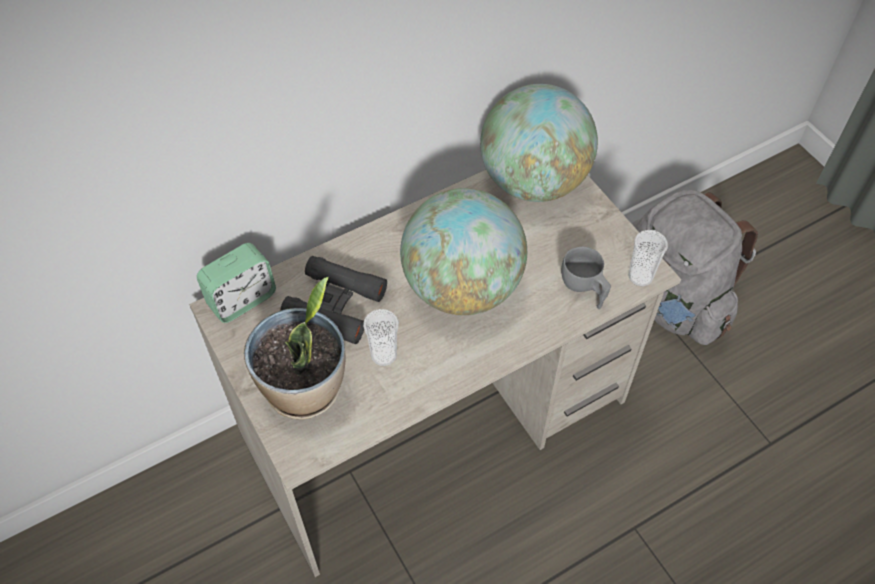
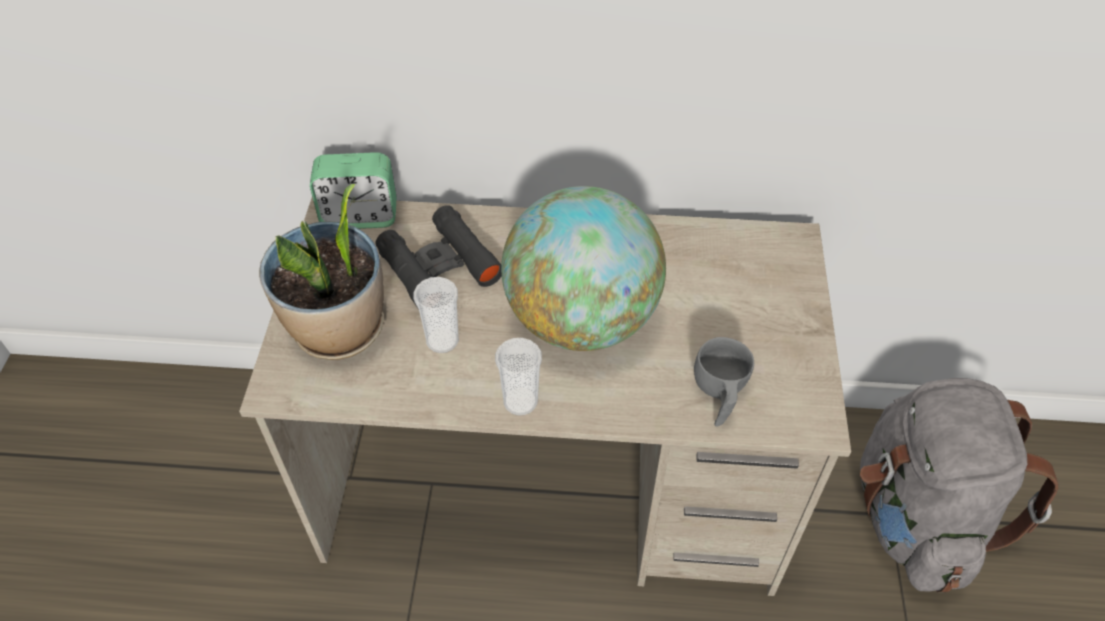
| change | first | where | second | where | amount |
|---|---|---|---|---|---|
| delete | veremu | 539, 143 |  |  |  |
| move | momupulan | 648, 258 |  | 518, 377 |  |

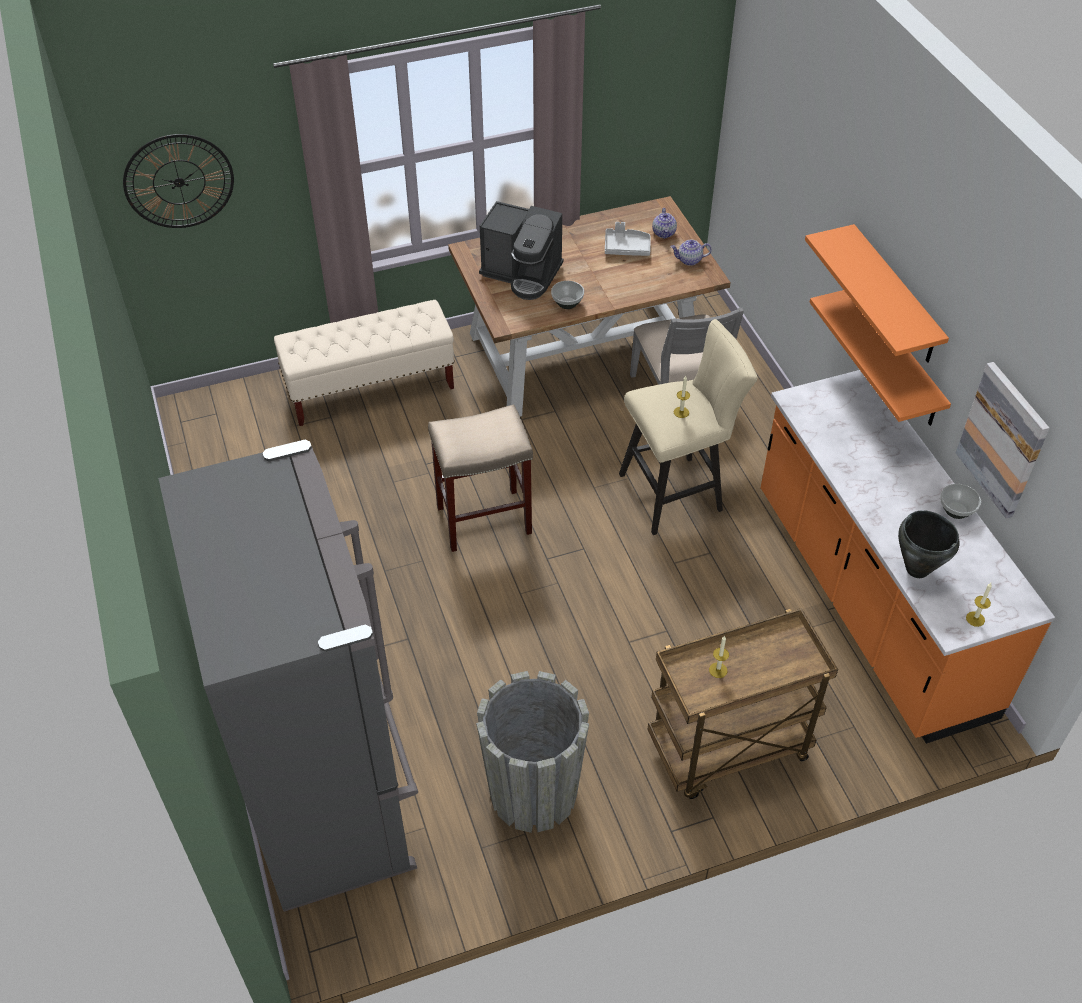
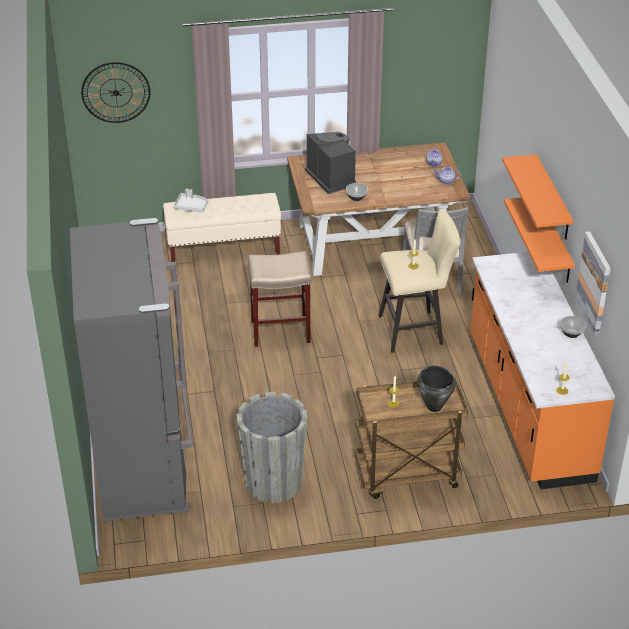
| change | first | where | second | where | amount |
|---|---|---|---|---|---|
| rotate | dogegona | 521, 250 |  | 331, 163 | 150 degrees counterclockwise |
| move | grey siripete | 628, 239 |  | 190, 200 |  |
| move | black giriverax | 929, 544 |  | 436, 388 |  |

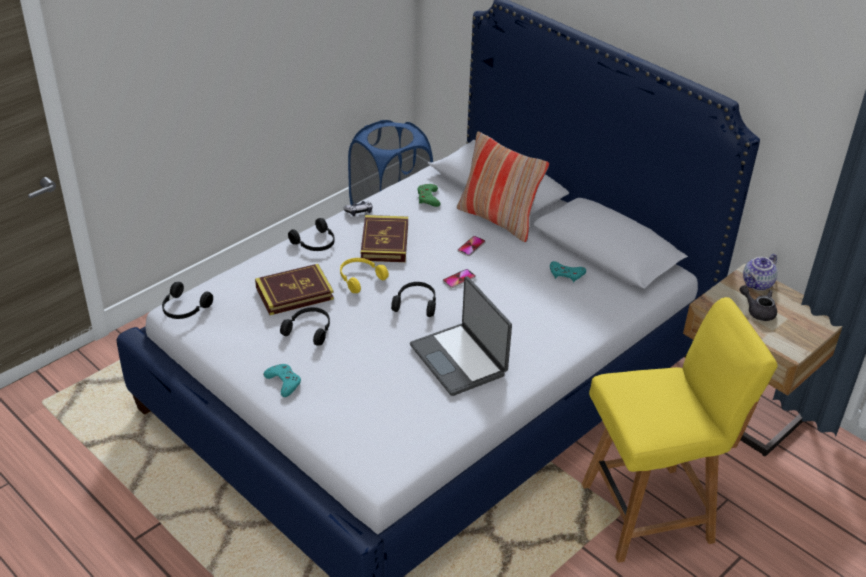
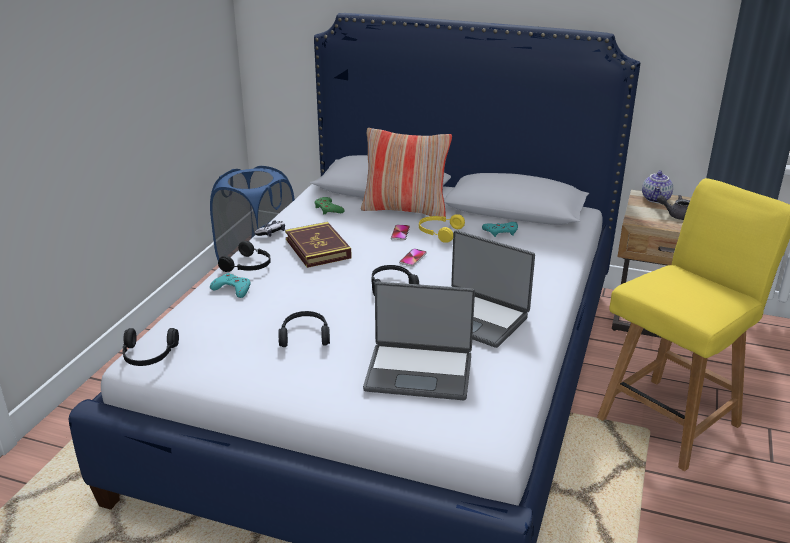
| change | first | where | second | where | amount |
|---|---|---|---|---|---|
| move | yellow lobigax | 364, 275 |  | 442, 228 |  |
| delete | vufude | 294, 289 |  |  |  |
| move | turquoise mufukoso | 282, 380 |  | 230, 285 |  |
| insert |  |  | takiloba | 419, 340 |  |

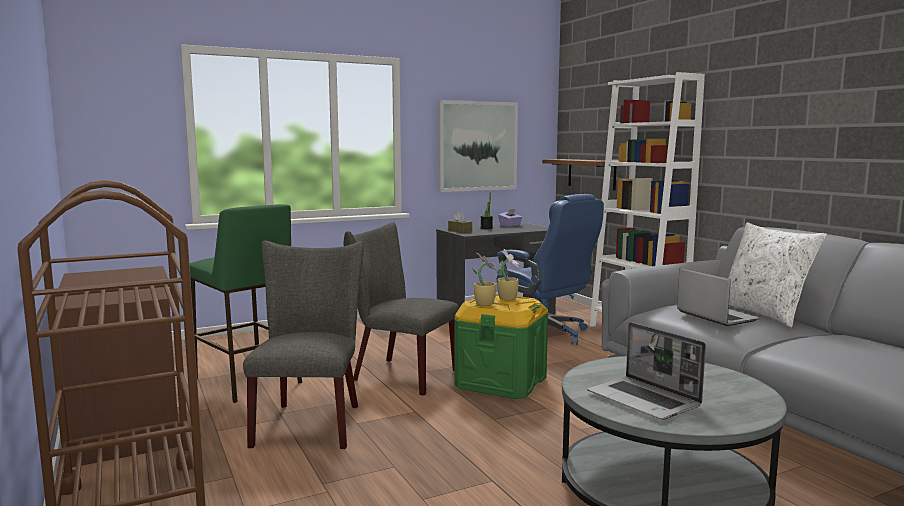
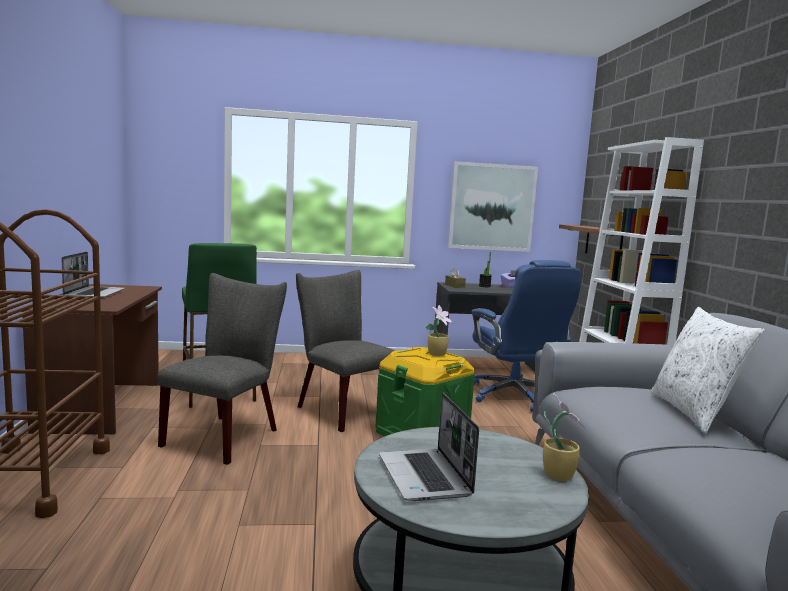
| change | first | where | second | where | amount |
|---|---|---|---|---|---|
| move | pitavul | 485, 279 |  | 564, 437 |  |
| move | takiloba | 718, 297 |  | 93, 275 |  |

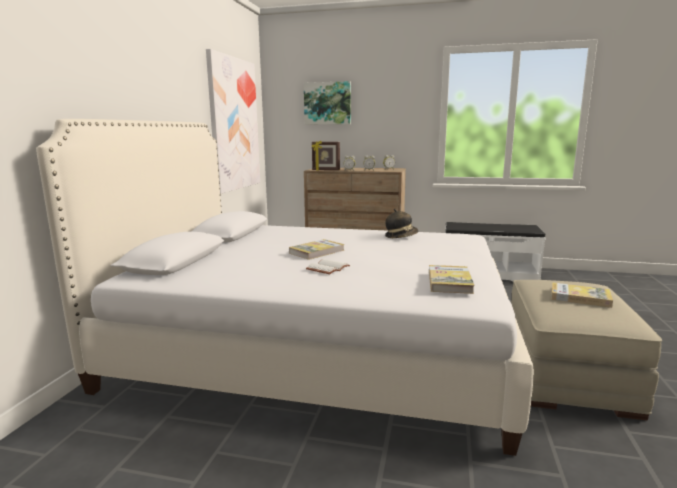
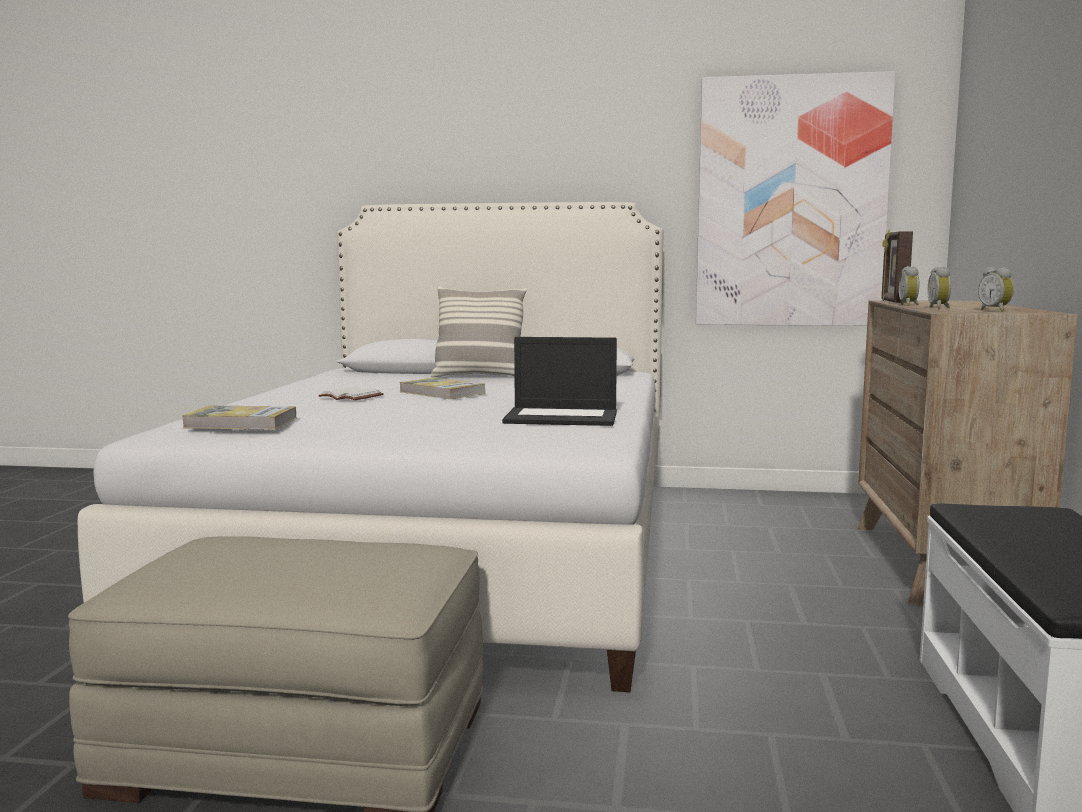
| change | first | where | second | where | amount |
|---|---|---|---|---|---|
| delete | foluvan | 327, 103 |  |  |  |
| replace | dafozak | 401, 223 | takiloba | 559, 381 |  |
| delete | vufude | 582, 295 |  |  |  |
| insert |  |  | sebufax | 478, 331 |  |

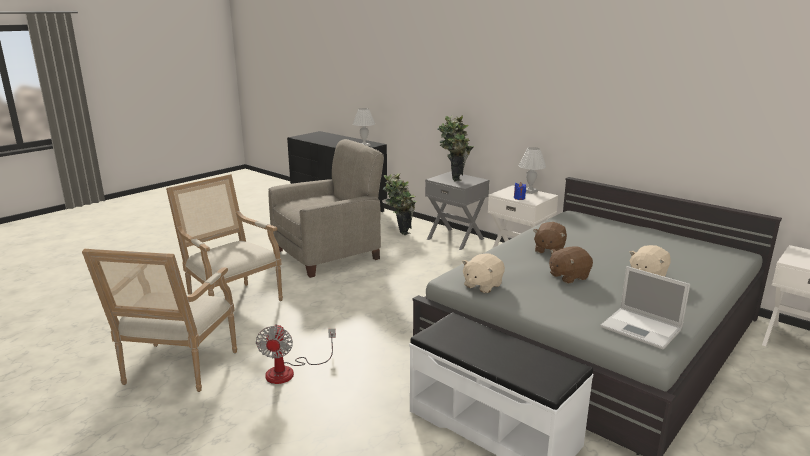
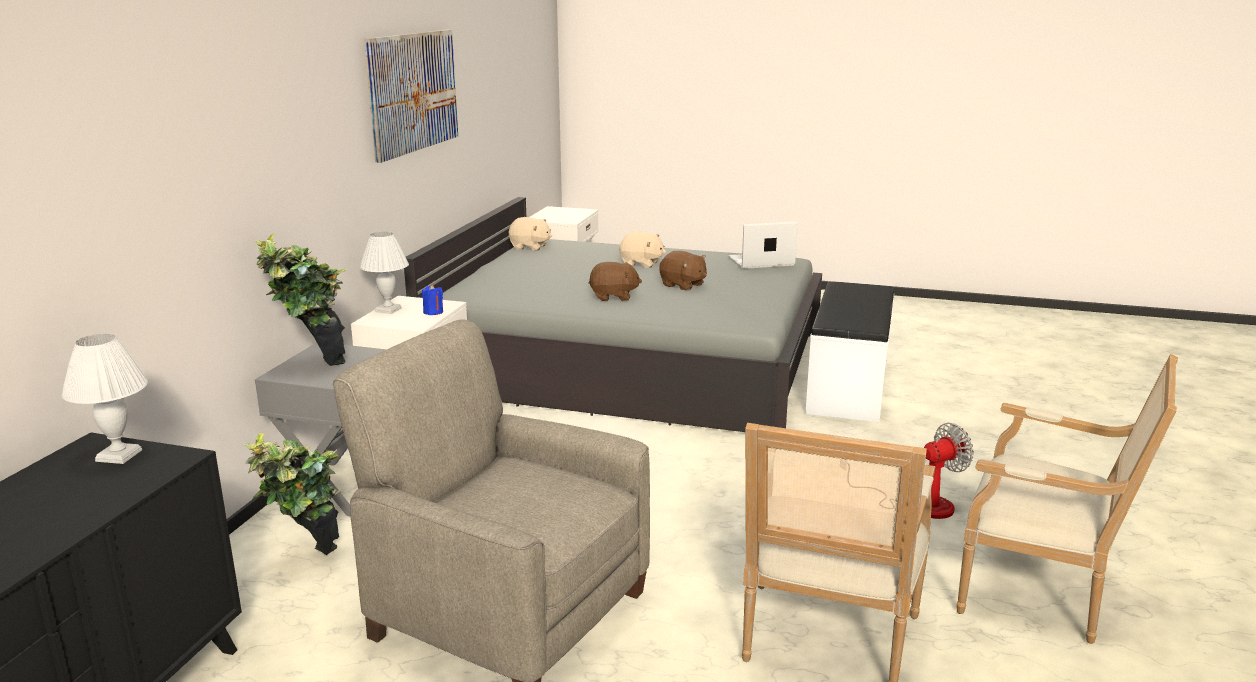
| change | first | where | second | where | amount |
|---|---|---|---|---|---|
| rotate | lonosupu | 159, 320 |  | 1067, 499 | 45 degrees clockwise |
| move | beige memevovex | 483, 273 |  | 530, 233 |  |
| rotate | takiloba | 645, 307 |  | 763, 245 | 120 degrees counterclockwise |
| insert |  |  | foluvan | 411, 96 |  |

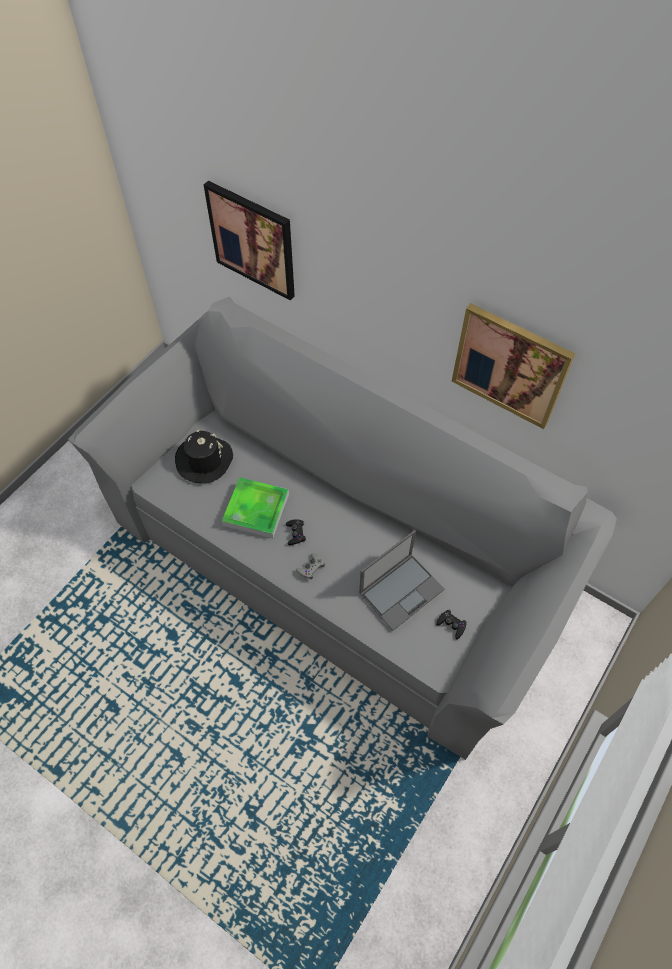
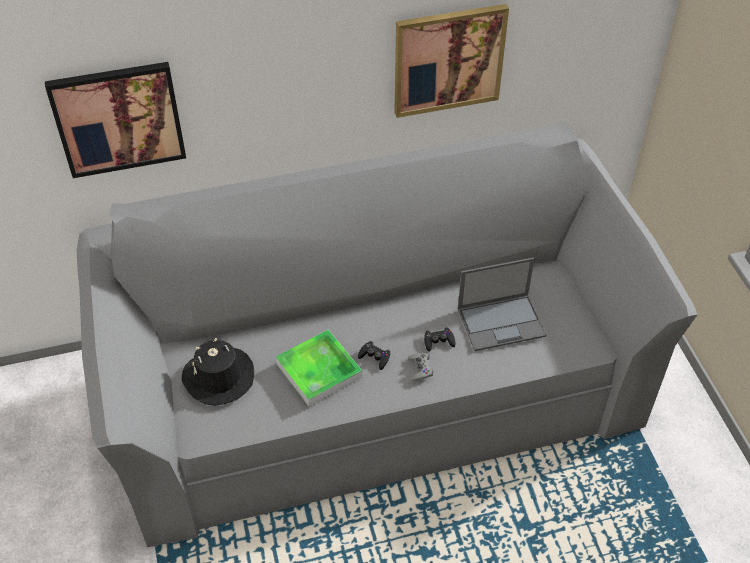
| change | first | where | second | where | amount |
|---|---|---|---|---|---|
| rotate | takiloba | 402, 580 |  | 502, 304 | 75 degrees clockwise |
| move | black mufukoso | 451, 624 |  | 440, 339 |  |

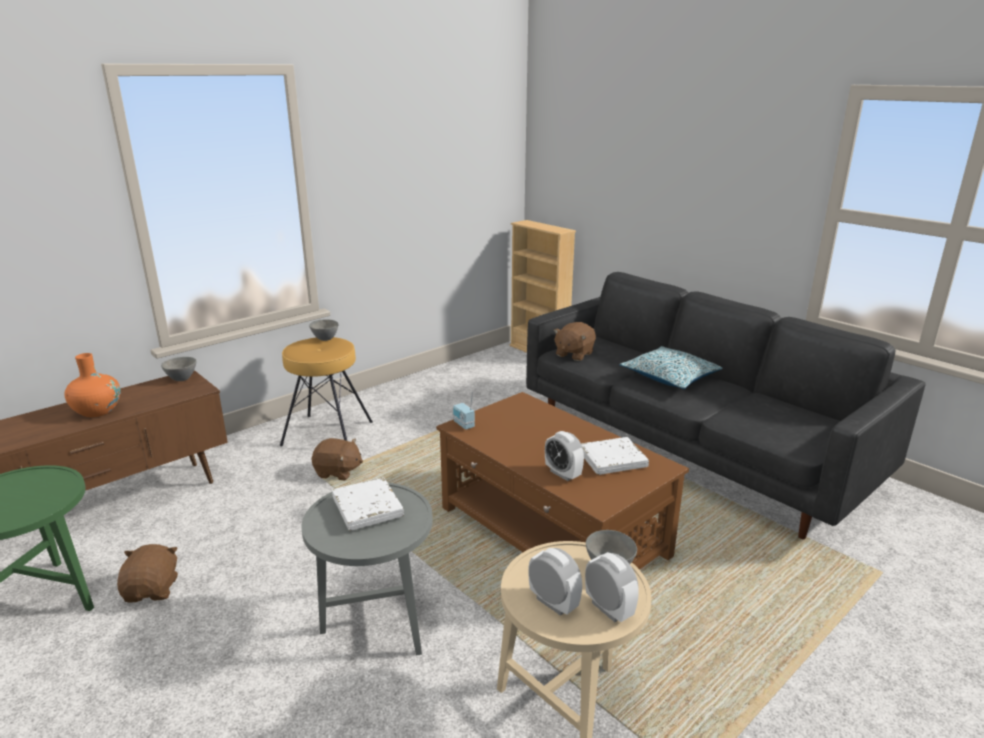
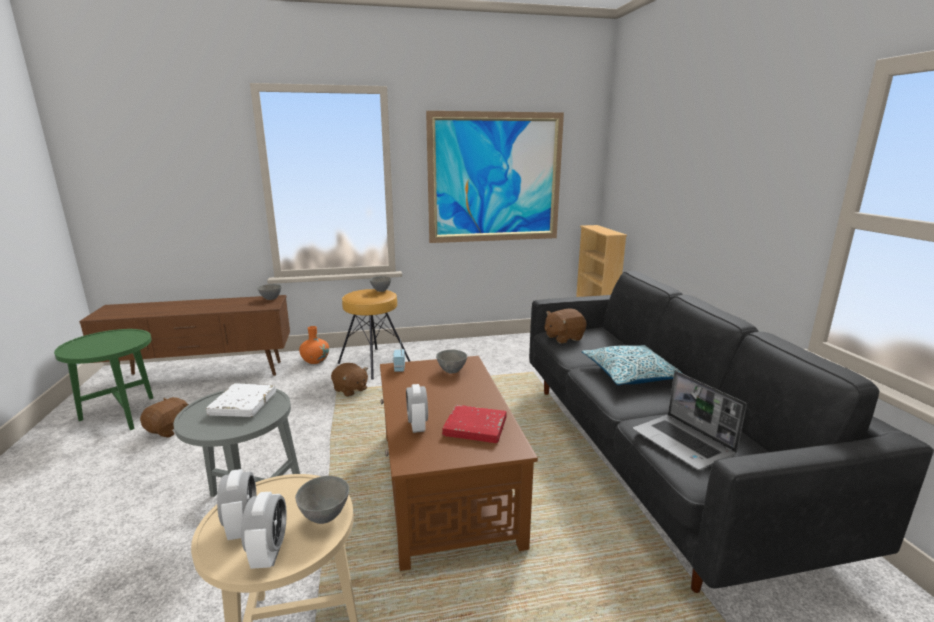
| change | first | where | second | where | amount |
|---|---|---|---|---|---|
| move | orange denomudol | 92, 385 |  | 314, 345 |  |
| recolor | white vufude | 615, 456 | red vufude | 474, 424 |  |
| insert |  |  | foluvan | 495, 177 |  |
| insert |  |  | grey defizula | 451, 361 |  |
| insert |  |  | takiloba | 690, 420 |  |

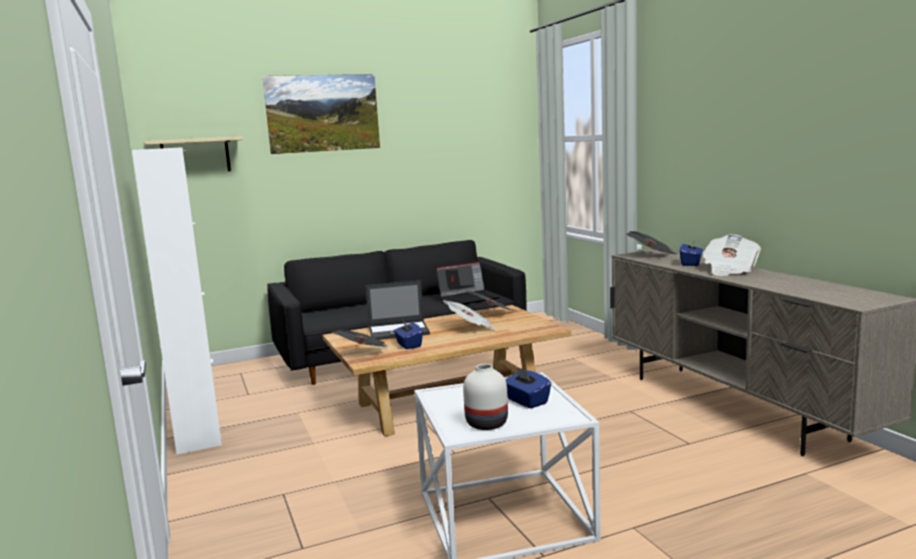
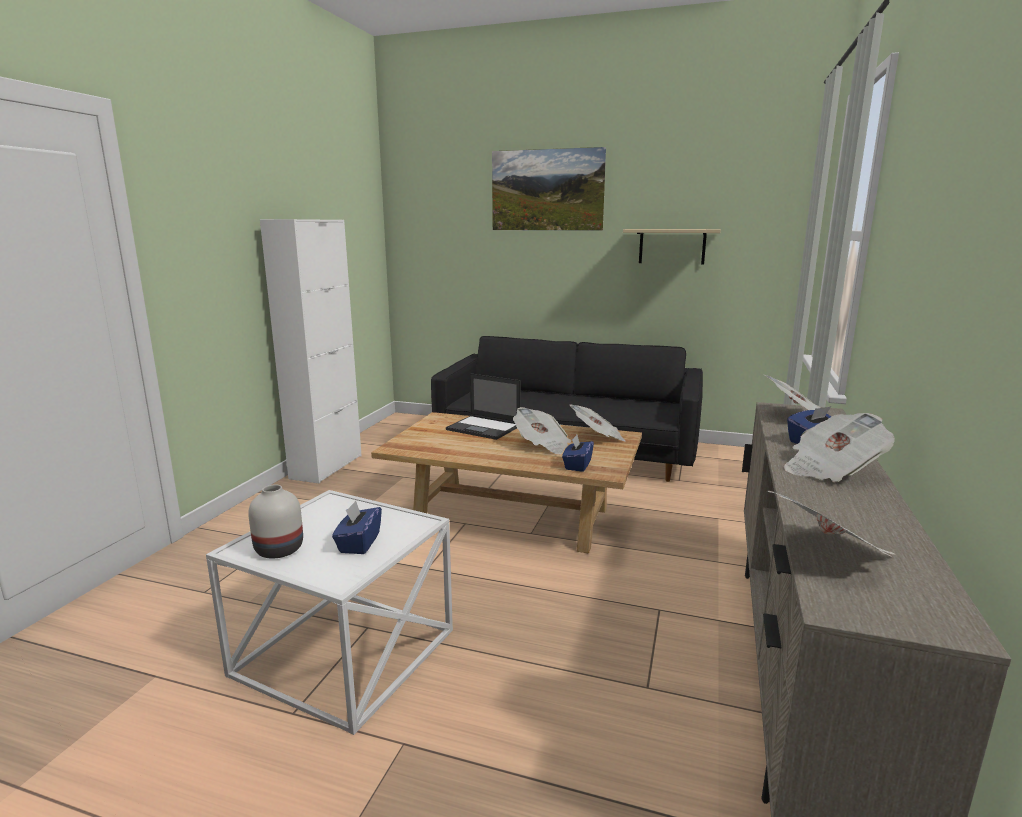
| change | first | where | second | where | amount |
|---|---|---|---|---|---|
| move | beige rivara | 194, 153 |  | 672, 246 |  |
| delete | takiloba | 468, 283 |  |  |  |
| move | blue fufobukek | 408, 335 |  | 578, 453 |  |
| move | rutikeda | 359, 338 |  | 831, 524 |  |

